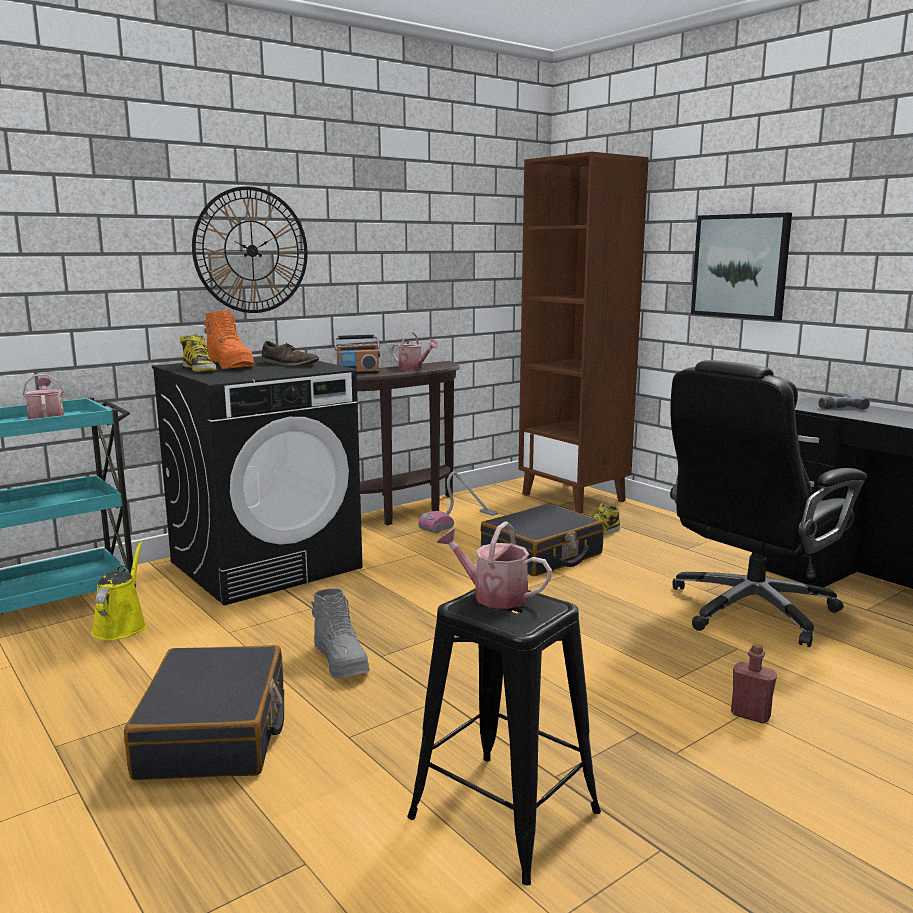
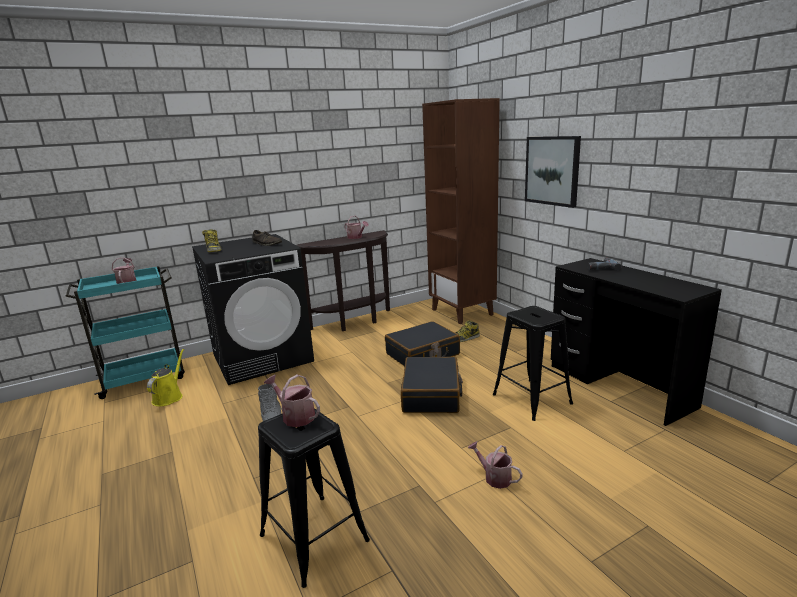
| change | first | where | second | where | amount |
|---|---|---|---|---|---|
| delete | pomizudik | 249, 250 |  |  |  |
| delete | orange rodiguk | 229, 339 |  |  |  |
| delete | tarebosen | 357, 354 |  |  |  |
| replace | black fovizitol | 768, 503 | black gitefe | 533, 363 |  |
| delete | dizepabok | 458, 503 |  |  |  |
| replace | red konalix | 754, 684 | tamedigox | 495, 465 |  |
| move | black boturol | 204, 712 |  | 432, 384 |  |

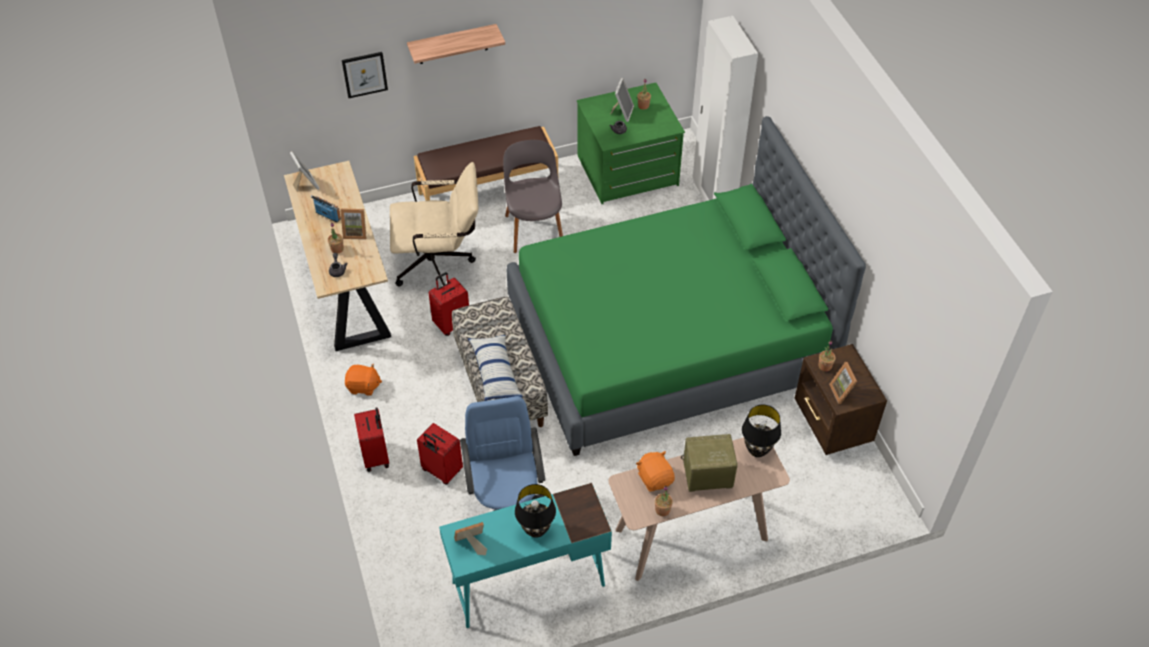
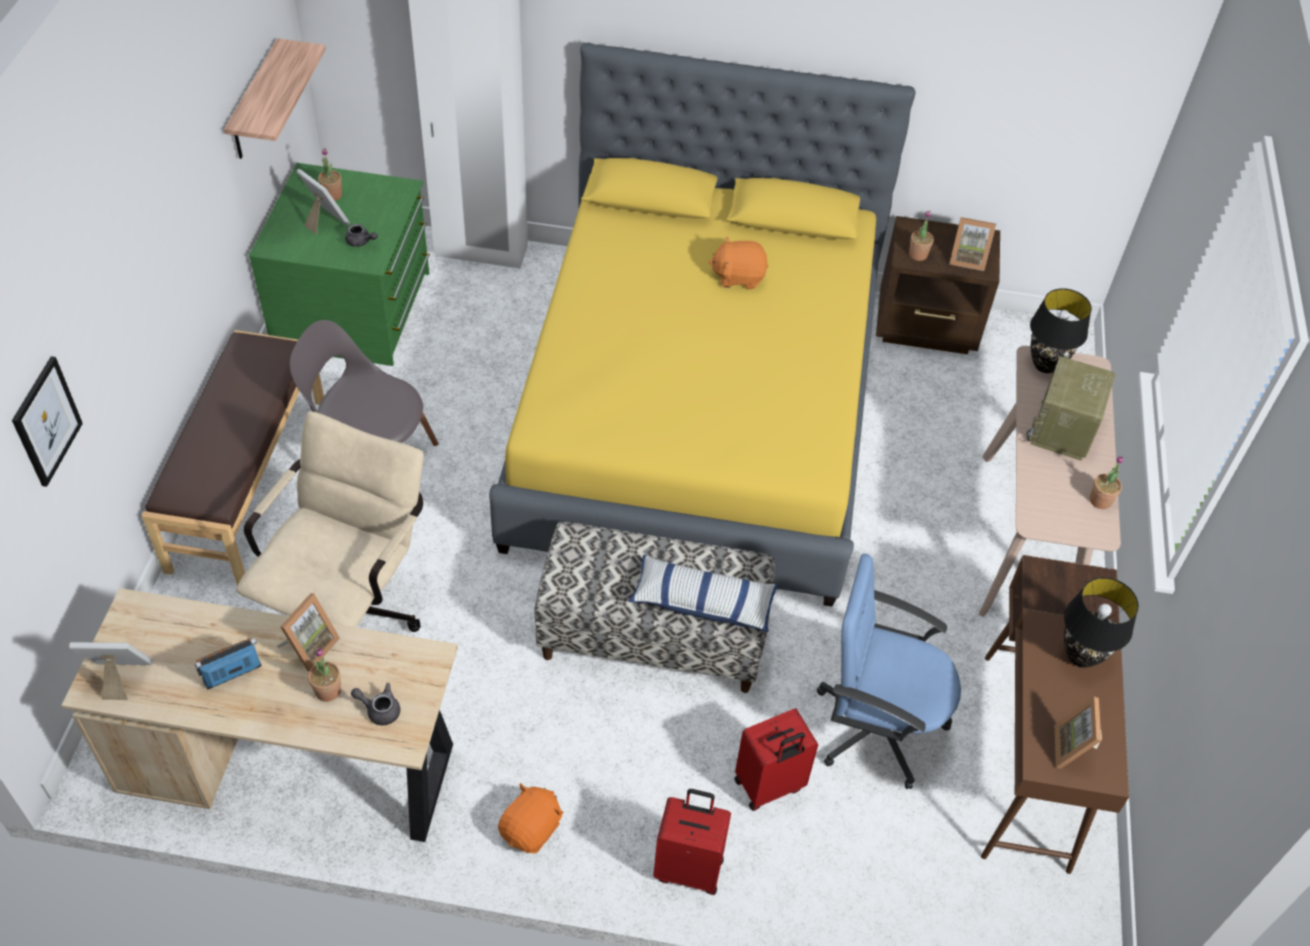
| change | first | where | second | where | amount |
|---|---|---|---|---|---|
| move | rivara | 456, 44 |  | 275, 98 |  |
| recolor | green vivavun | 686, 286 | yellow vivavun | 702, 325 |  |
| delete | red boturol | 449, 304 |  |  |  |
| move | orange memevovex | 655, 471 |  | 738, 262 |  |
| recolor | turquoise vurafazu | 525, 555 | brown vurafazu | 1055, 714 |  |

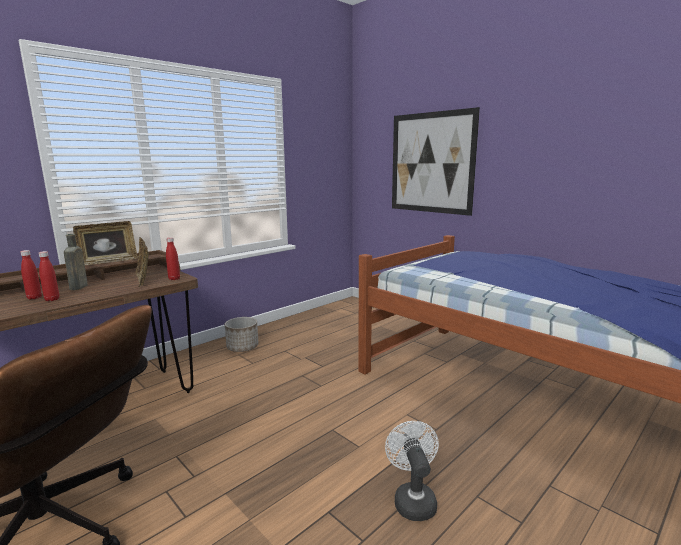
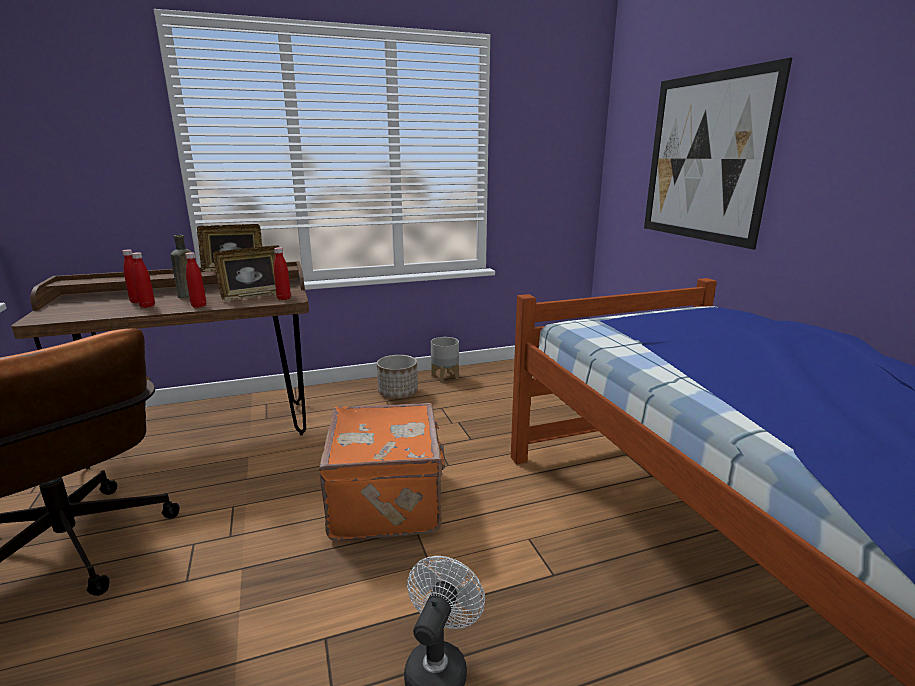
| change | first | where | second | where | amount |
|---|---|---|---|---|---|
| rotate | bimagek | 142, 262 |  | 246, 273 | 120 degrees counterclockwise |
| insert |  |  | red konalix | 195, 280 |  |
| insert |  |  | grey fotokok | 445, 360 |  |
| insert |  |  | orange boturol | 382, 472 |  |

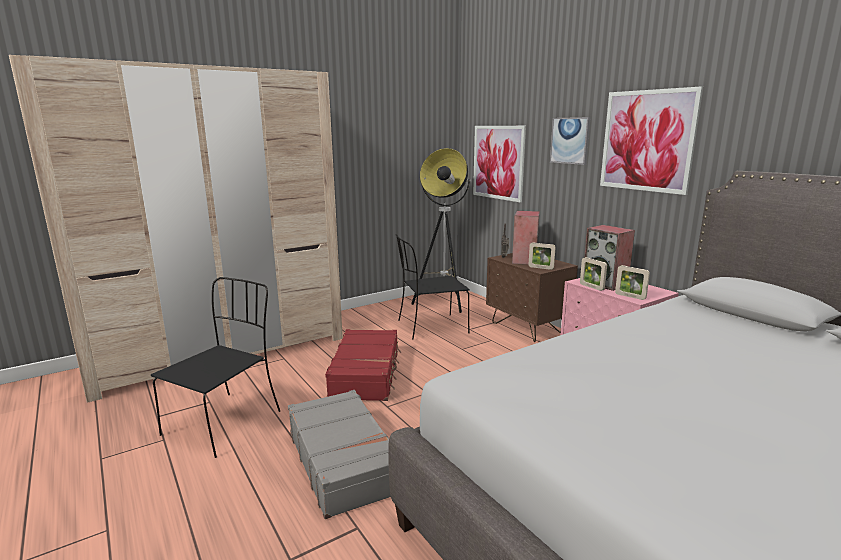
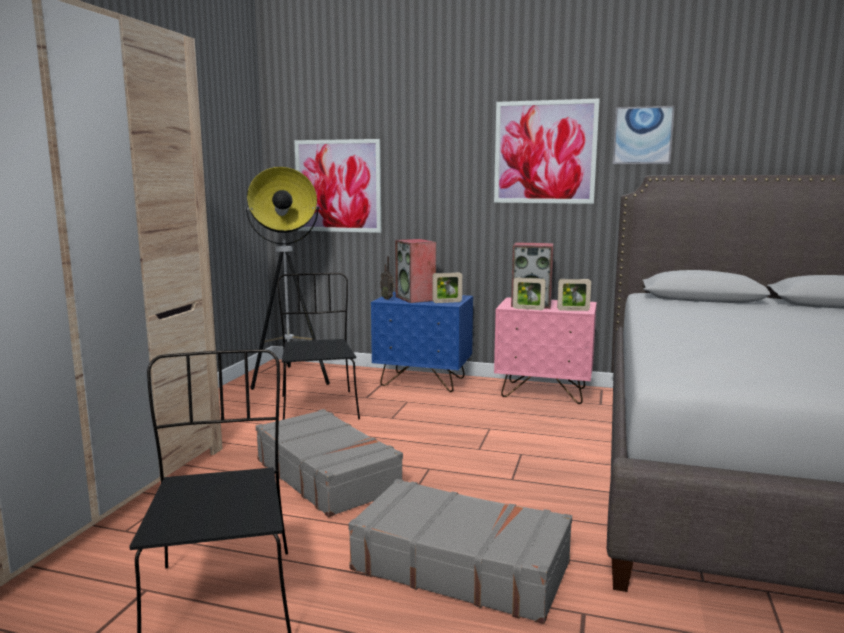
| change | first | where | second | where | amount |
|---|---|---|---|---|---|
| move | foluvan | 570, 141 |  | 644, 135 |  |
| rotate | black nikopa | 433, 286 |  | 318, 346 | 135 degrees clockwise |
| recolor | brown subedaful | 532, 297 | blue subedaful | 422, 342 |  |
| recolor | red boturol | 363, 365 | grey boturol | 329, 463 |  |

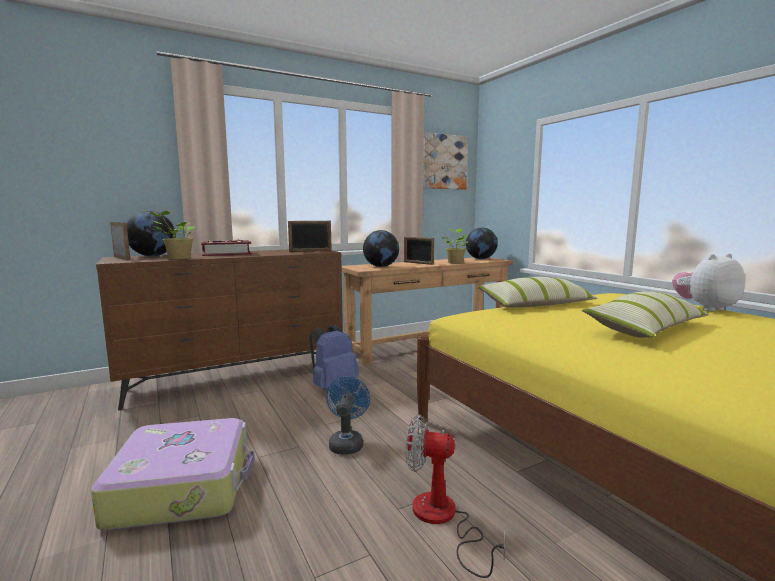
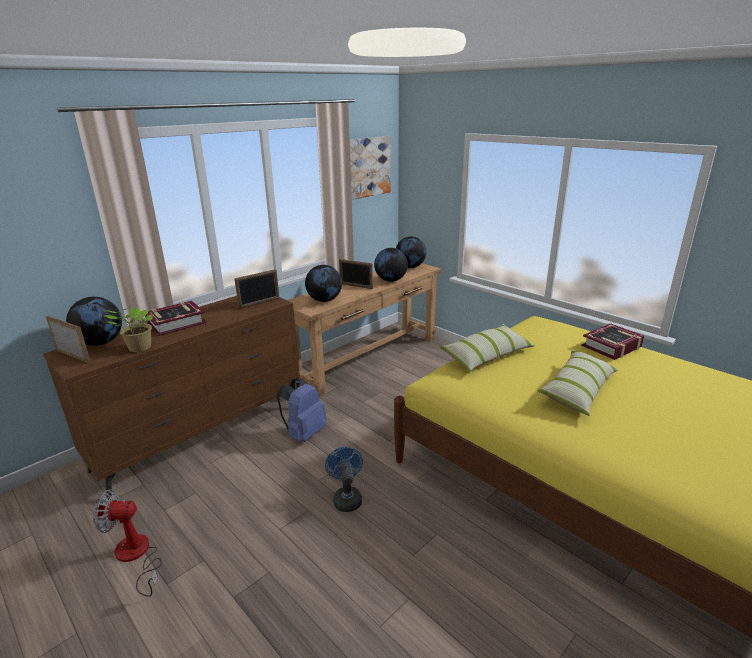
| change | first | where | second | where | amount |
|---|---|---|---|---|---|
| replace | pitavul | 455, 246 | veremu | 391, 265 |  |
| replace | memevovex | 708, 282 | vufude | 612, 342 |  |
| move | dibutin | 455, 496 |  | 127, 543 |  |
| delete | boturol | 173, 474 |  |  |  |

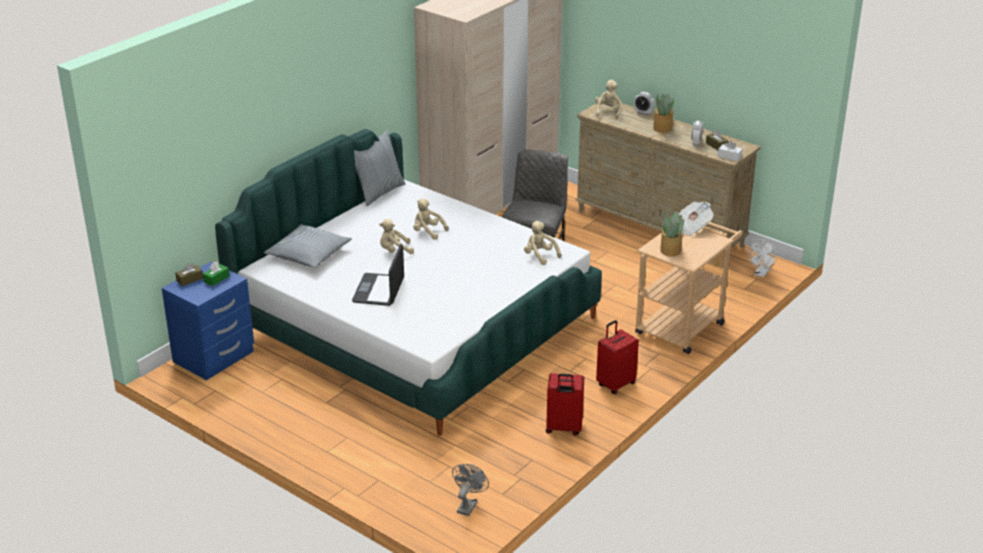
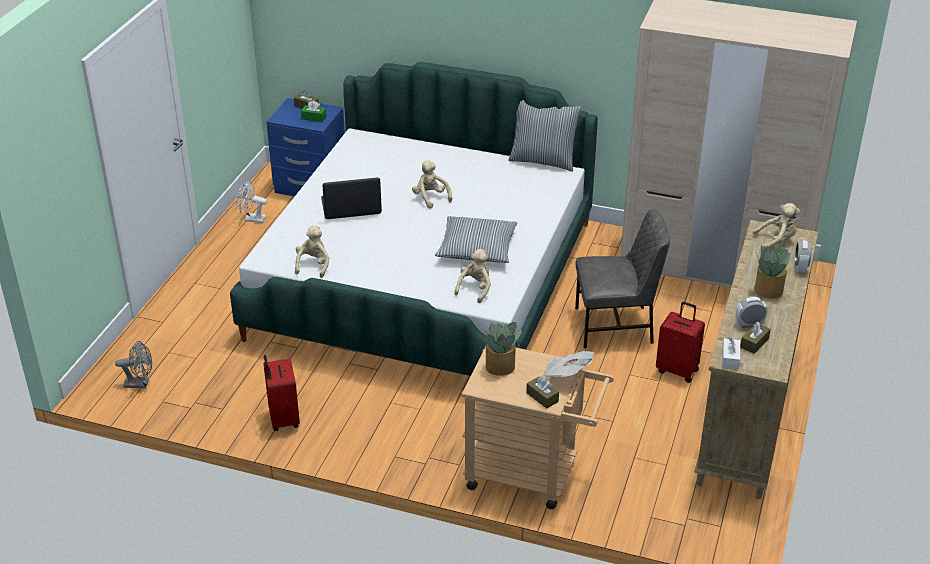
| change | first | where | second | where | amount |
|---|---|---|---|---|---|
| move | beige memevovex | 431, 219 |  | 312, 252 |  |
| move | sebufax | 308, 246 |  | 476, 239 |  |
| move | white dibutin | 762, 258 |  | 251, 201 |  |
| move | red boturol | 617, 357 |  | 680, 342 |  |
| insert |  |  | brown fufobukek | 542, 392 |  |

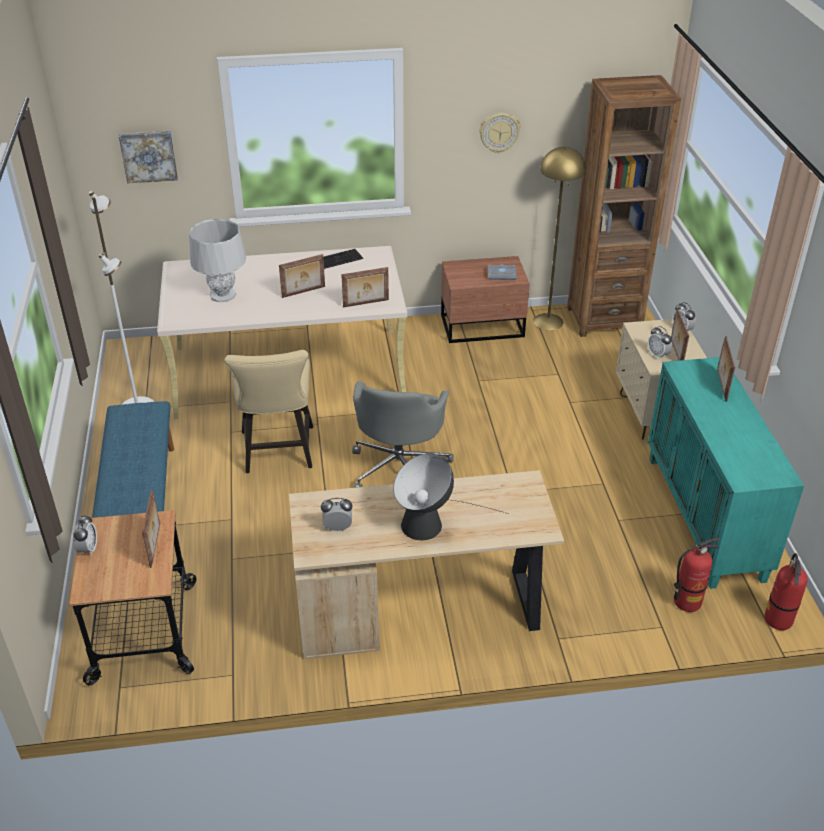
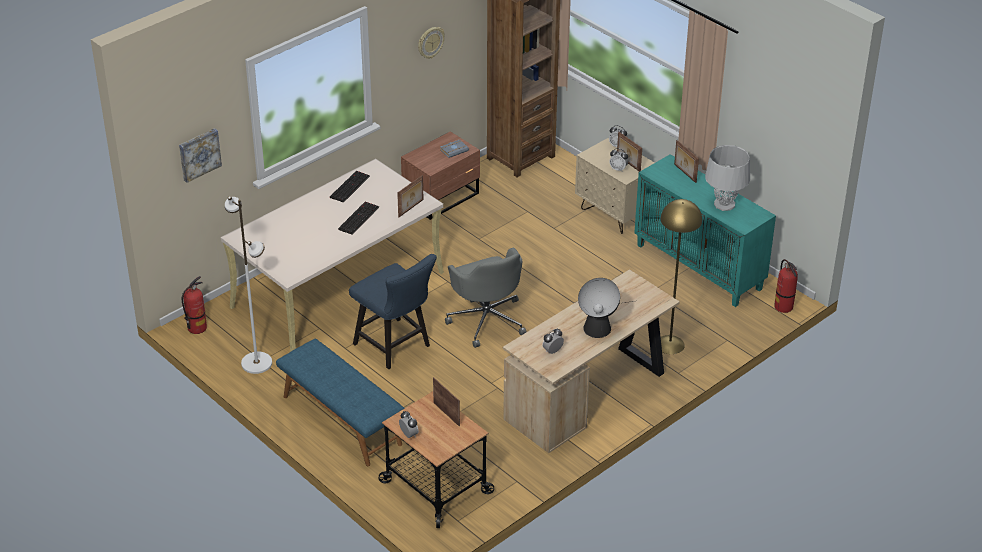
| change | first | where | second | where | amount |
|---|---|---|---|---|---|
| move | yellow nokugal | 559, 238 |  | 681, 276 |  |
| move | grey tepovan | 217, 260 |  | 727, 178 |  |
| replace | bimagek | 302, 276 | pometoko | 358, 218 |  |
| recolor | beige nikopa | 268, 411 | blue nikopa | 393, 311 |  |
| move | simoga | 697, 575 |  | 194, 305 |  |

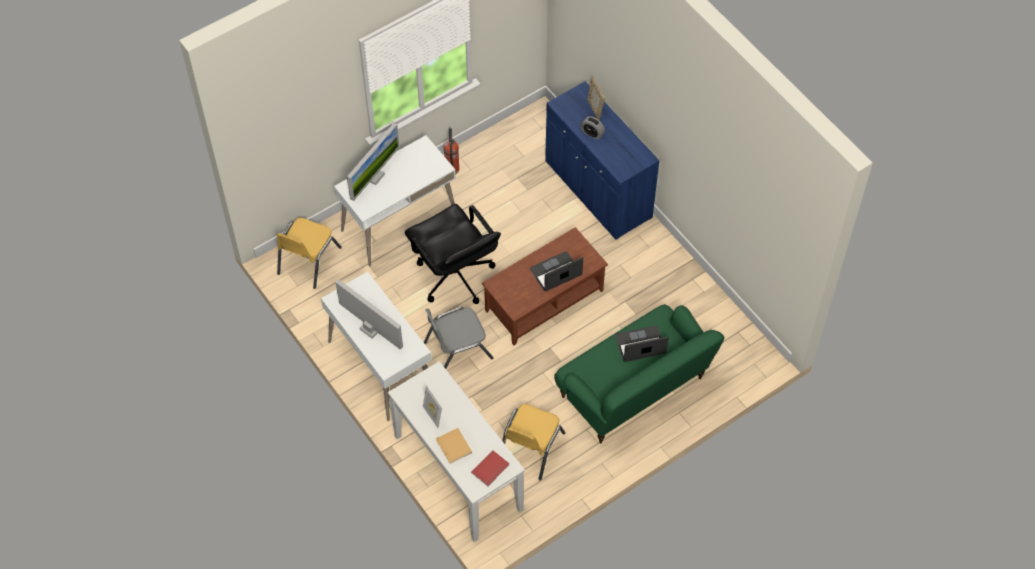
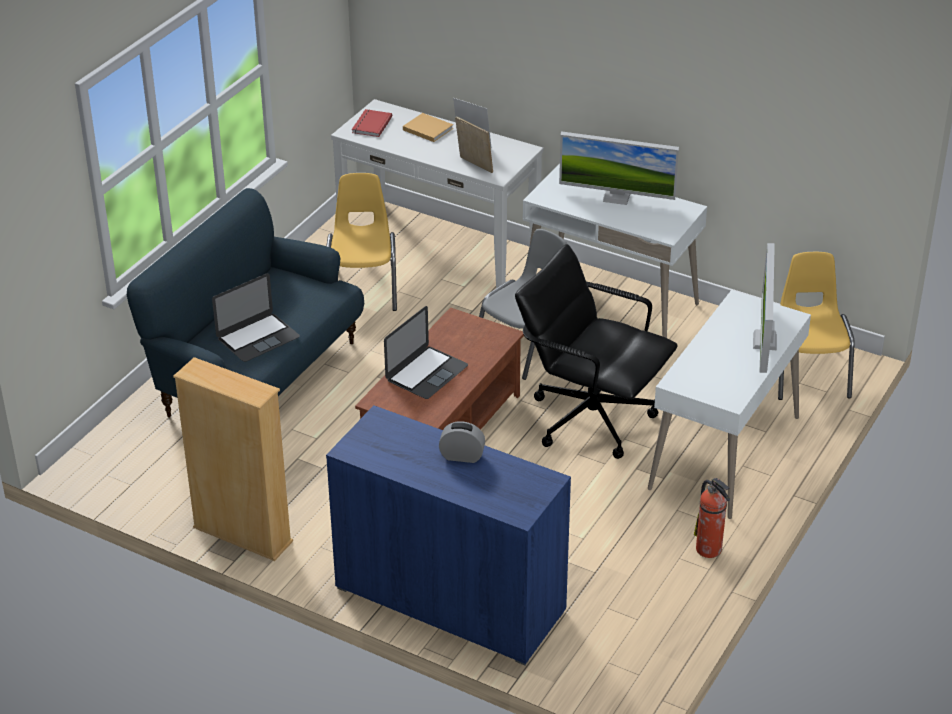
| change | first | where | second | where | amount |
|---|---|---|---|---|---|
| move | bimagek | 596, 98 |  | 474, 144 |  |
| recolor | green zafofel | 639, 374 | blue zafofel | 245, 302 |  |
| insert |  |  | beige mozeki | 233, 459 |  |

